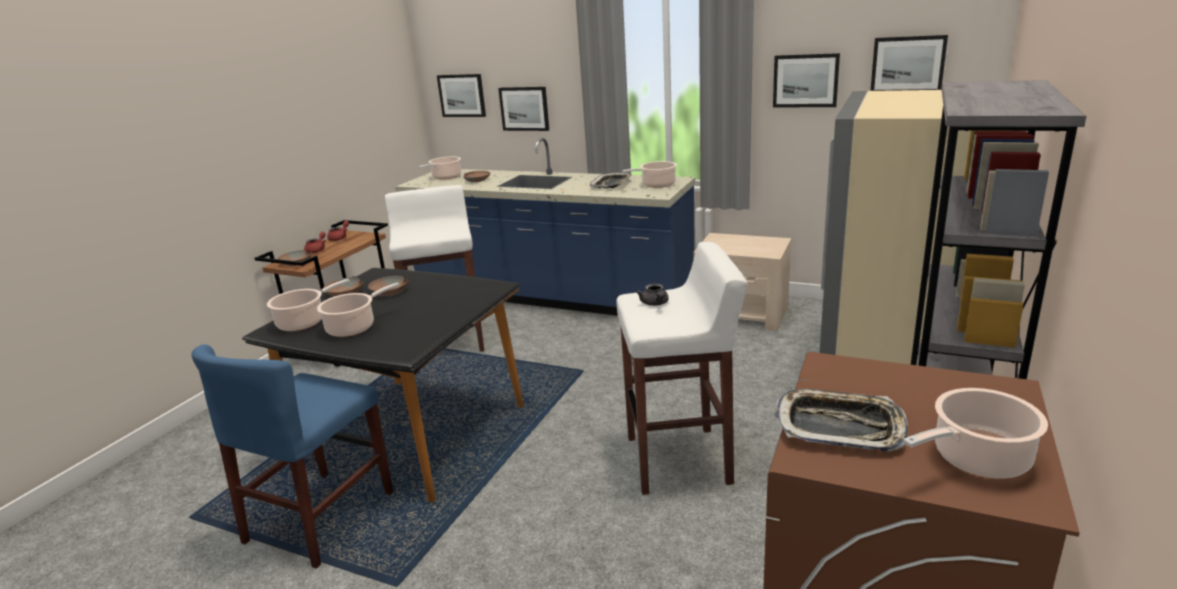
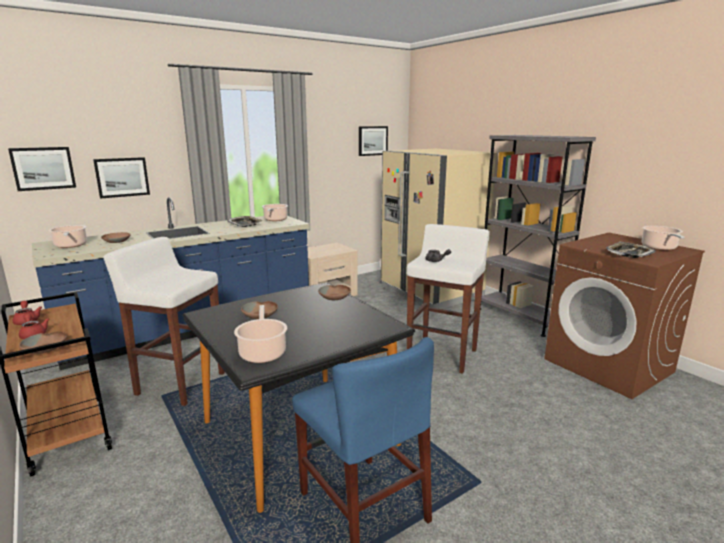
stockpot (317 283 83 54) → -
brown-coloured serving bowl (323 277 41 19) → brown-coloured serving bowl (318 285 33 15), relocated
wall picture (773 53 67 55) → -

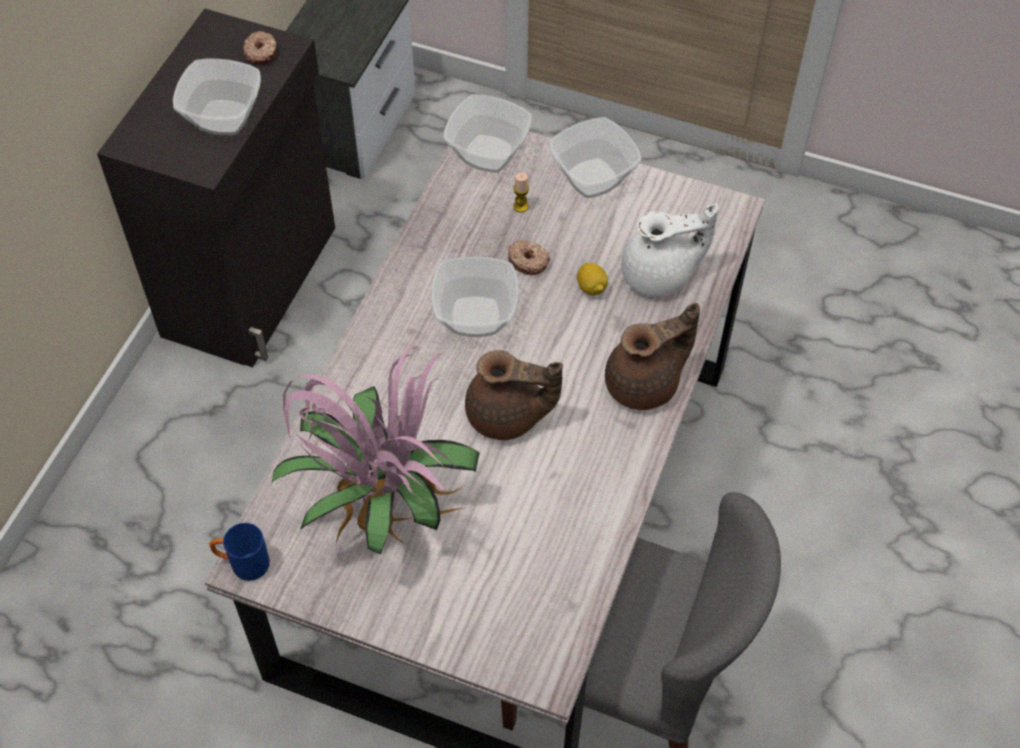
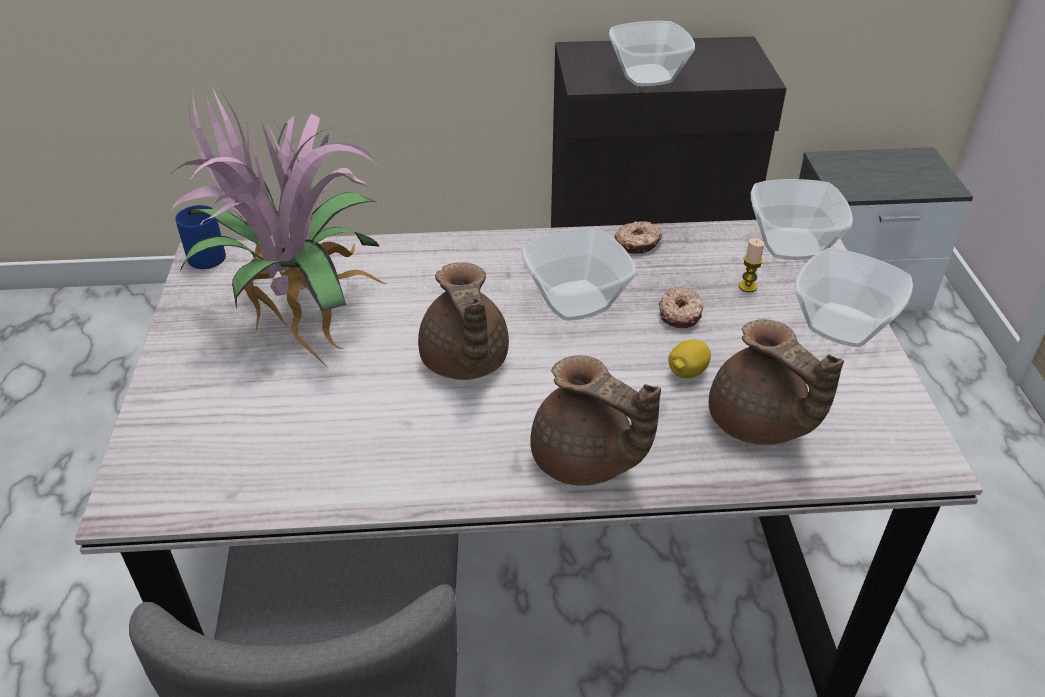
donut (243 31 34 34) → donut (615 221 48 33), relocated
white-coloured pot for tea (621 204 97 93) → brown-coloured pot for tea (709 320 135 125)

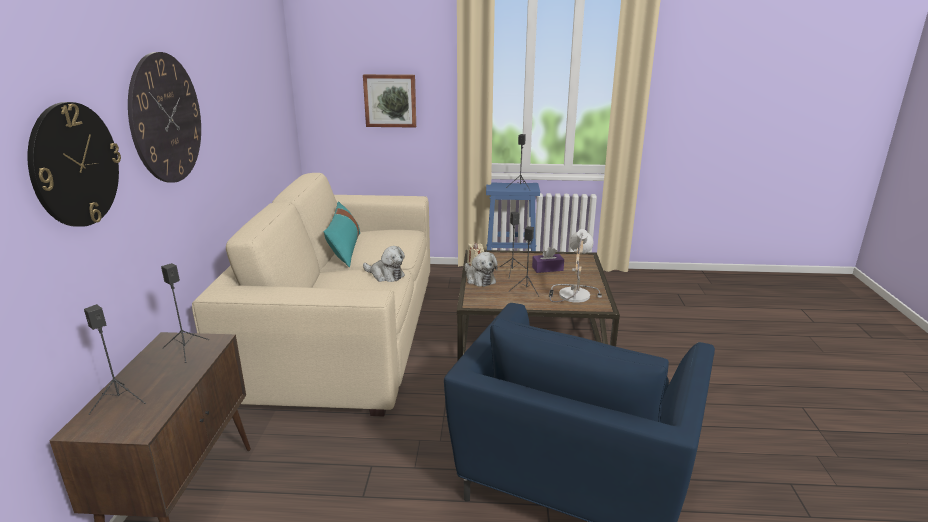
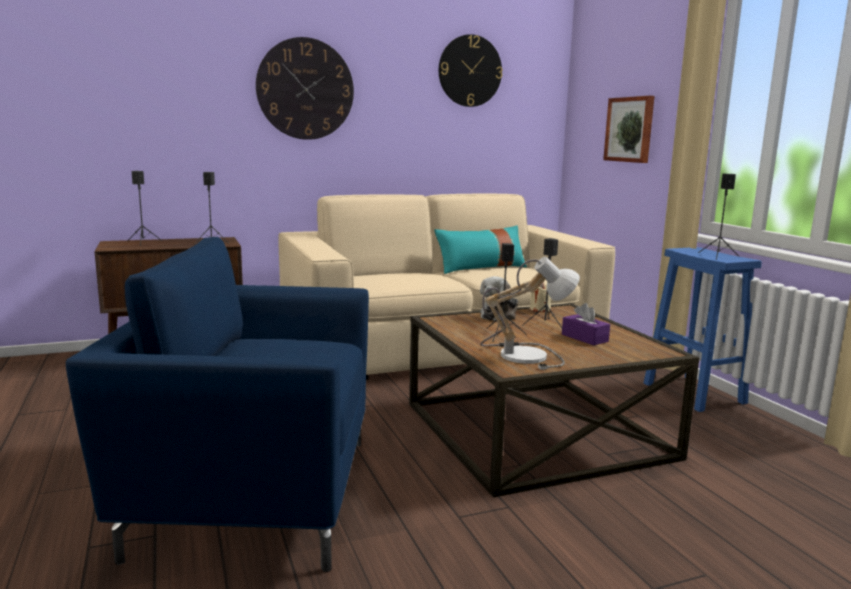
clock on the wall (27 102 94 125) → clock on the wall (439 34 64 73), relocated
soft toy (363 246 42 36) → -

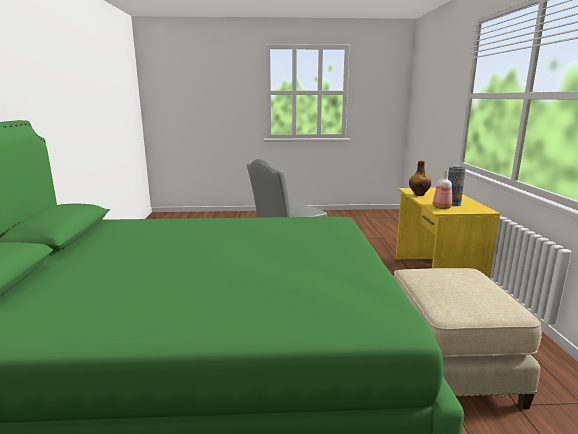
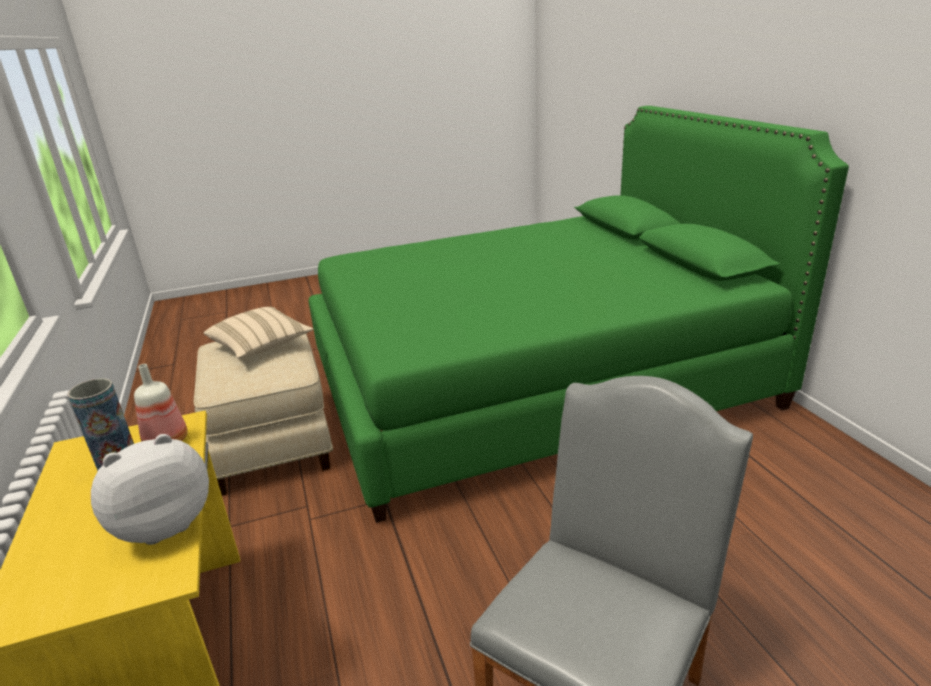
beverage bottle (409 161 22 35) → soft toy (91 434 118 111)
- → beige-coloured throw pillow (204 307 109 51)

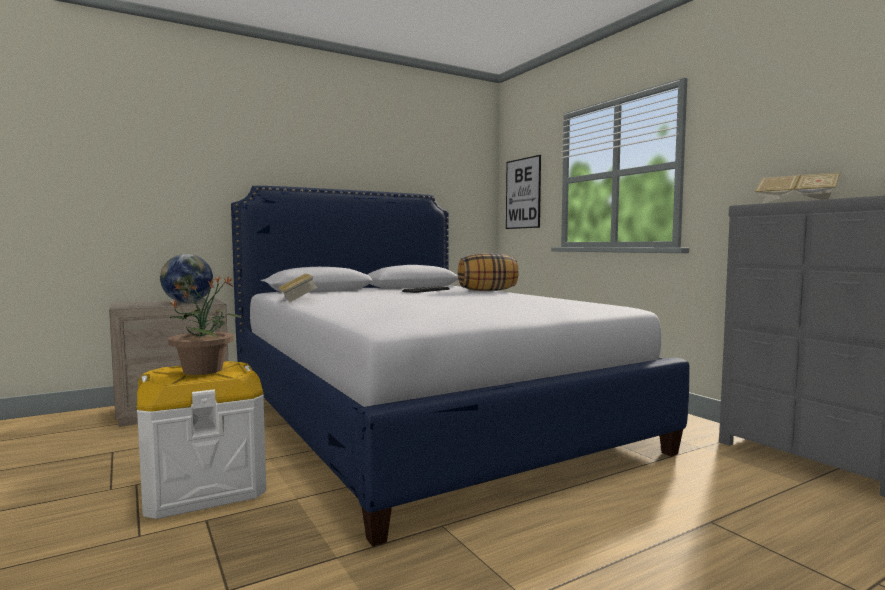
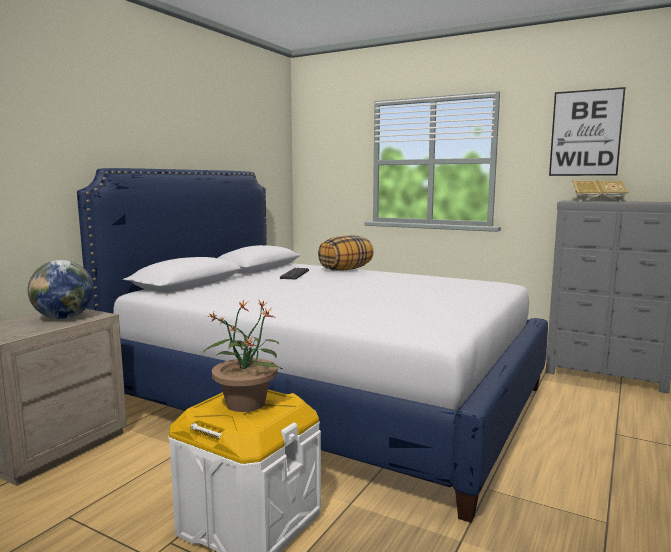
book (278 273 40 29) → -
wall picture (506 155 35 74) → wall picture (549 87 77 89), relocated

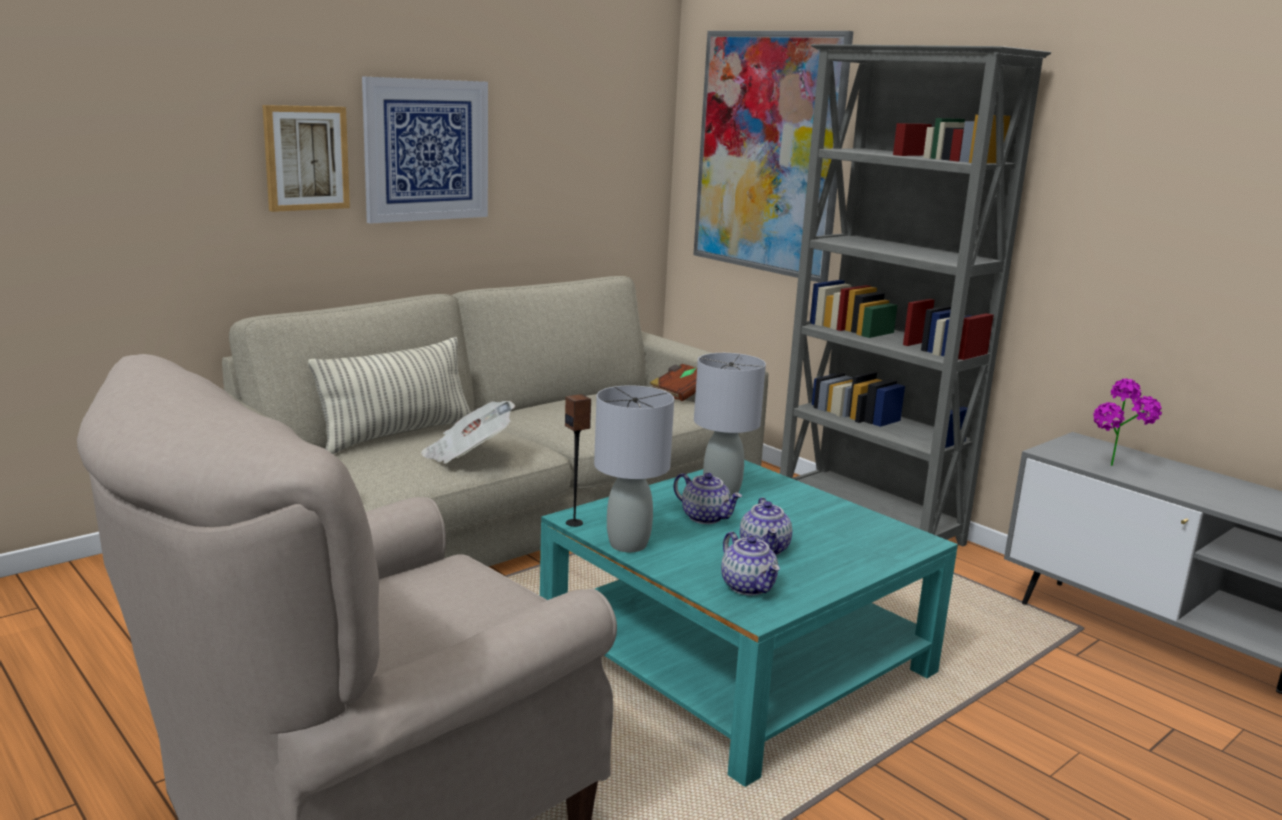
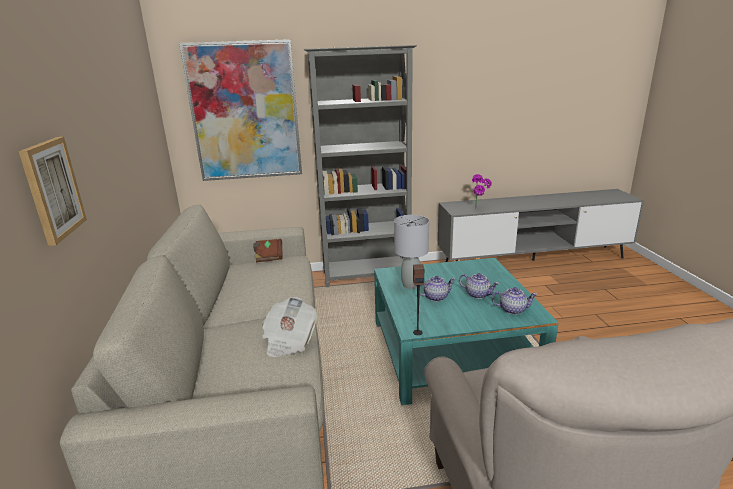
throw pillow (308 337 163 117) → -
wall picture (362 76 126 148) → -
greyish tabletop lamp (594 385 80 167) → -

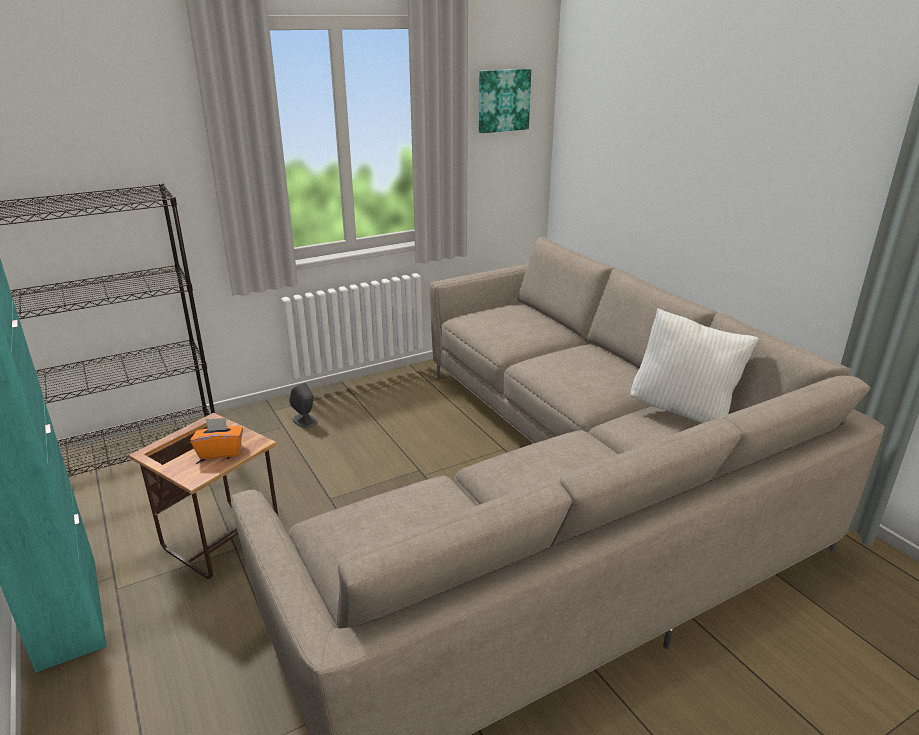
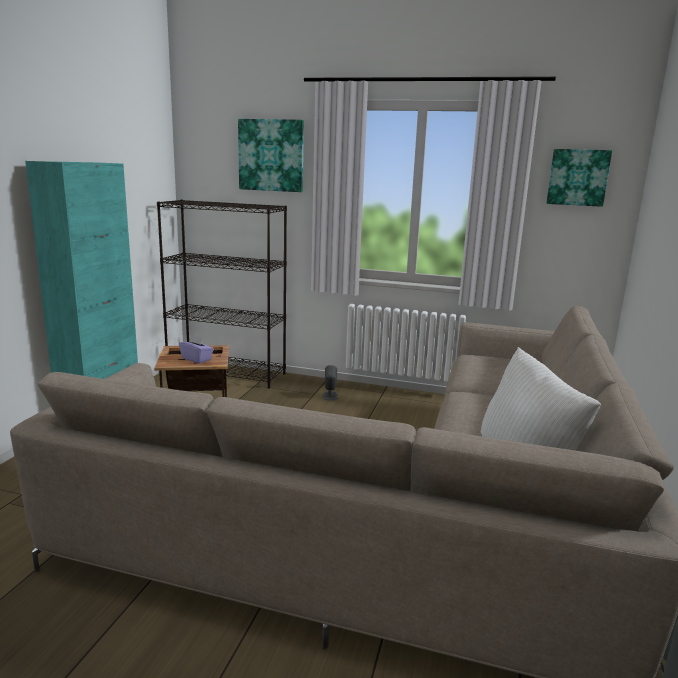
orange-coloured tissue box (190 418 53 41) → purple tissue box (179 335 35 29)
- → wall picture (238 119 66 73)

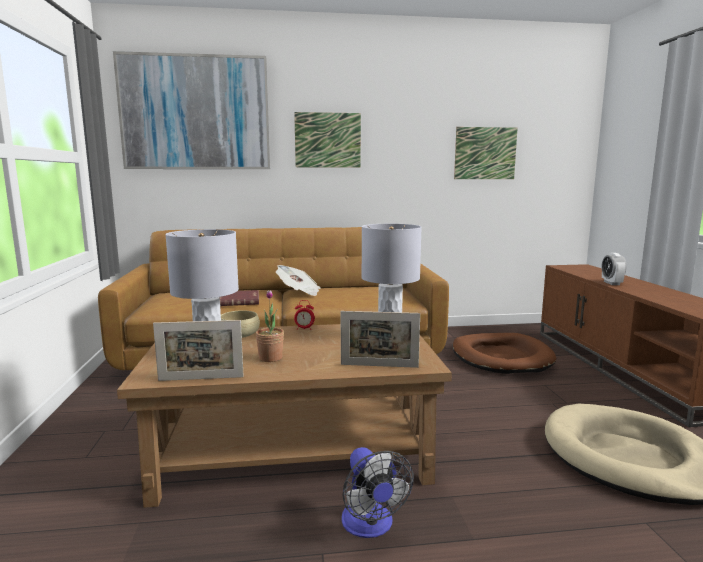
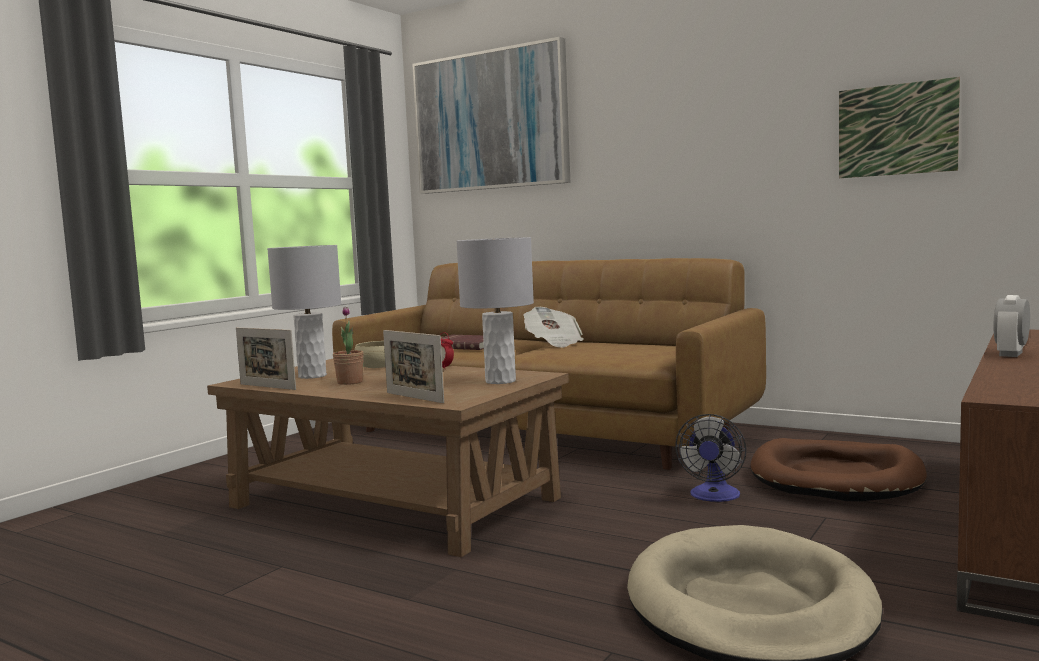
wall picture (294 112 67 56) → -
cooling fan (341 447 73 91) → cooling fan (675 414 72 88), relocated

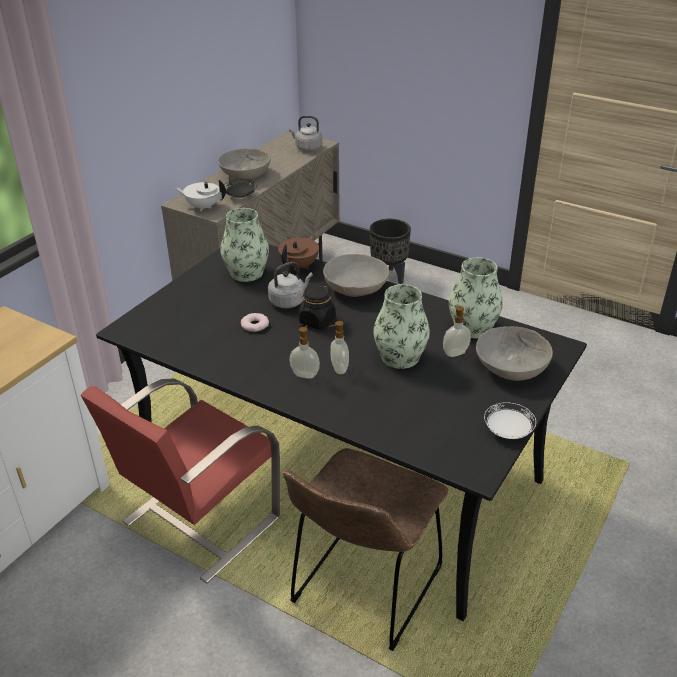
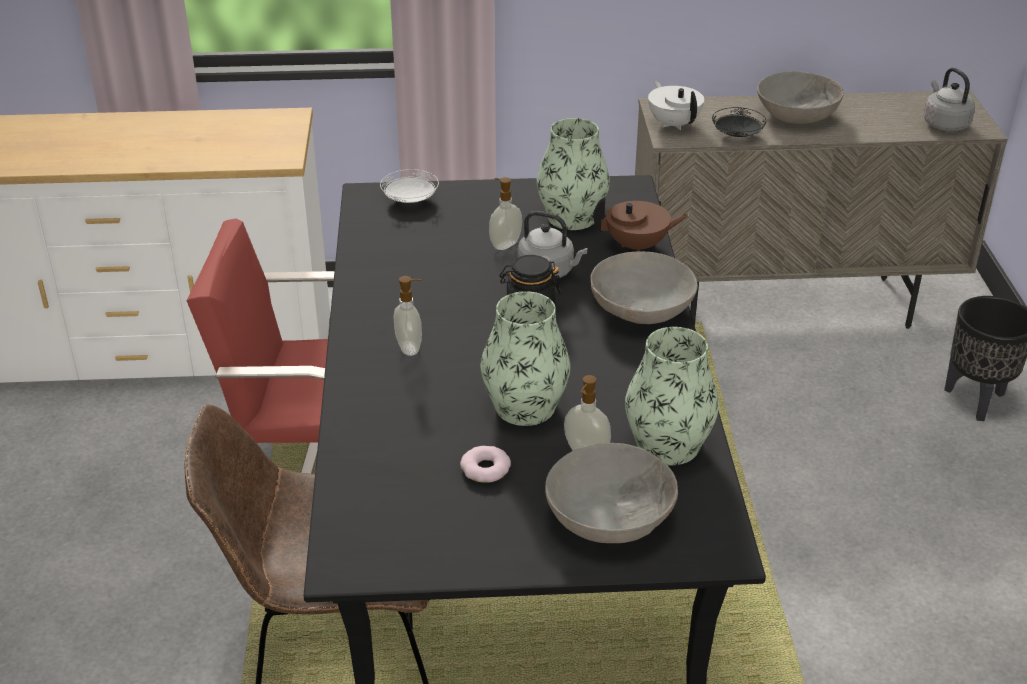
donut (241 313 28 19) → donut (460 446 51 37), relocated
soap dispenser (329 321 20 53) → soap dispenser (489 177 33 73), relocated
white-coloured dinner plate (484 403 52 36) → white-coloured dinner plate (380 169 59 34), relocated

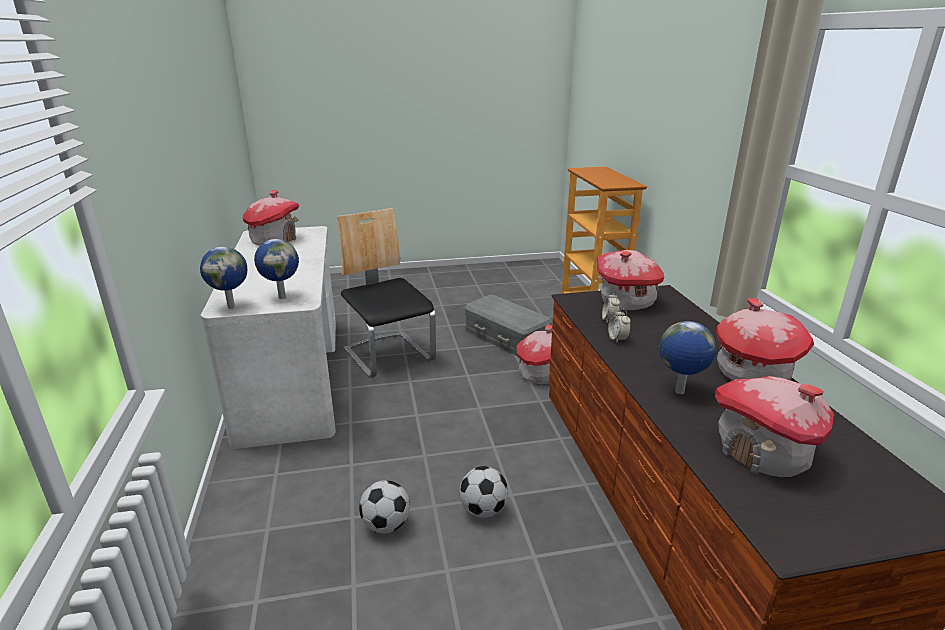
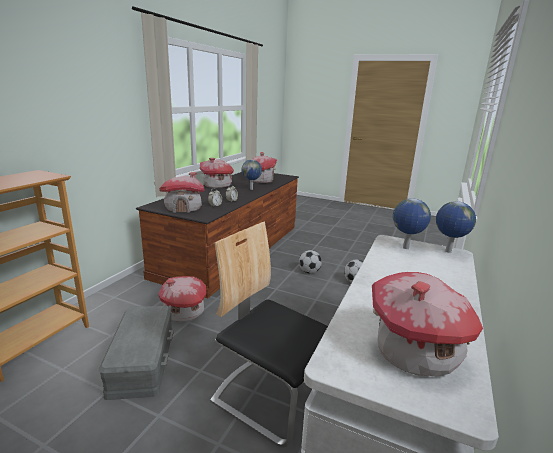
chair (337 208 99 170) → chair (210 222 118 225), 120 degrees clockwise

